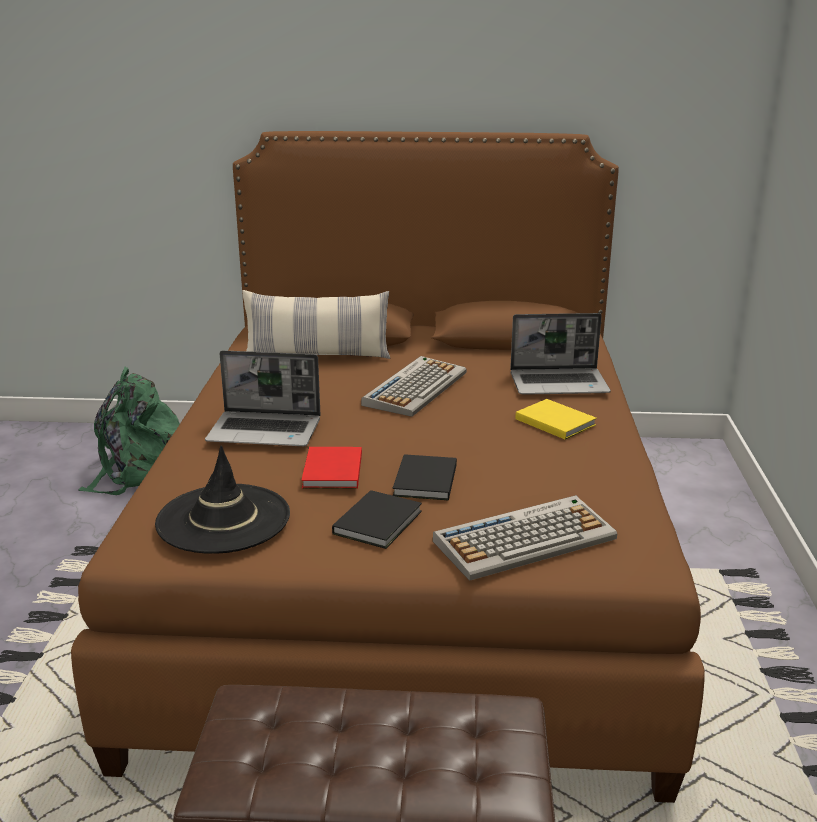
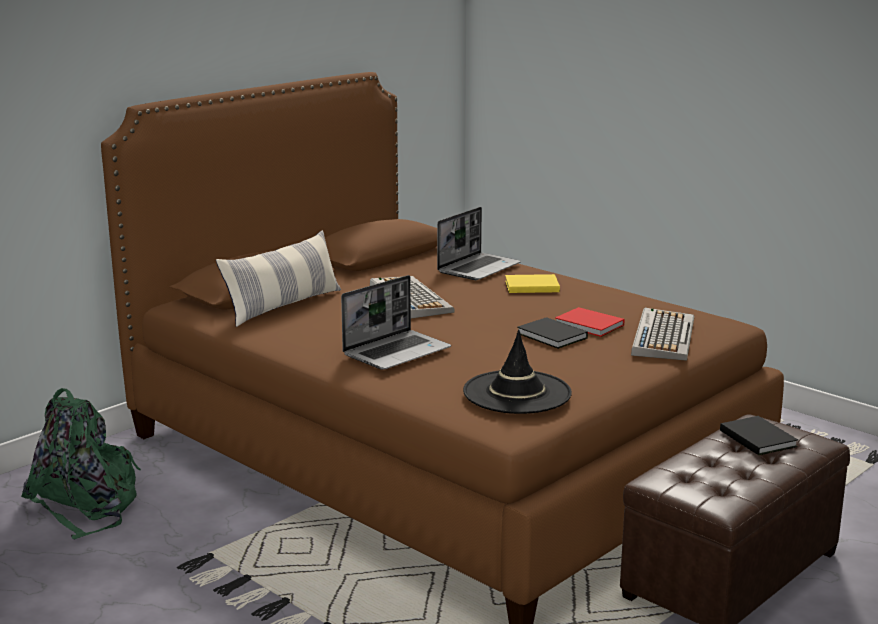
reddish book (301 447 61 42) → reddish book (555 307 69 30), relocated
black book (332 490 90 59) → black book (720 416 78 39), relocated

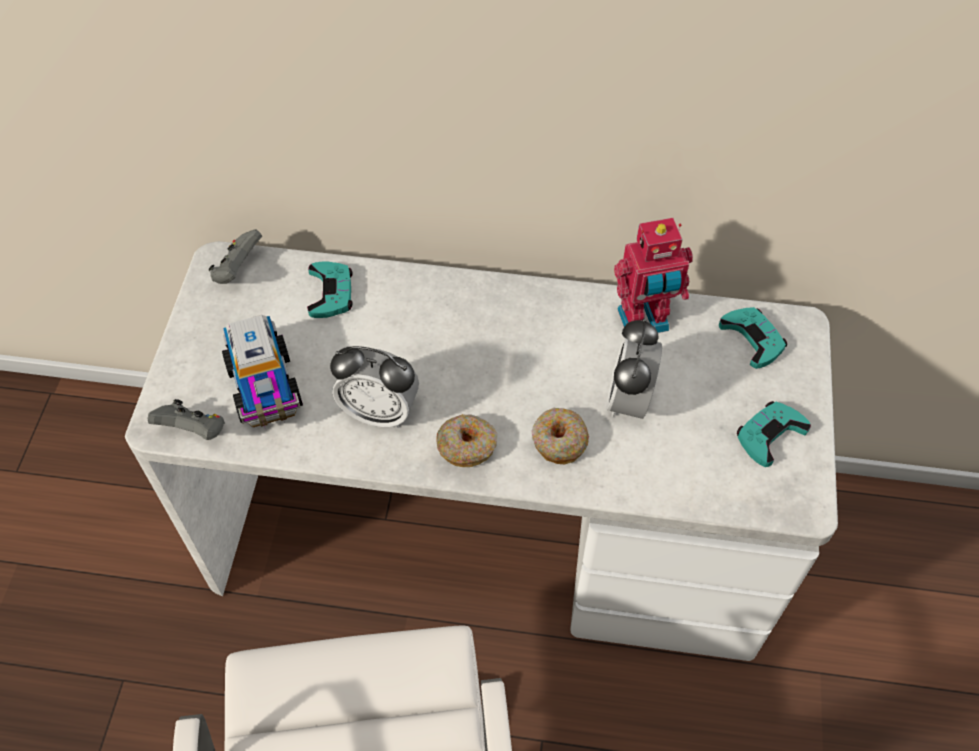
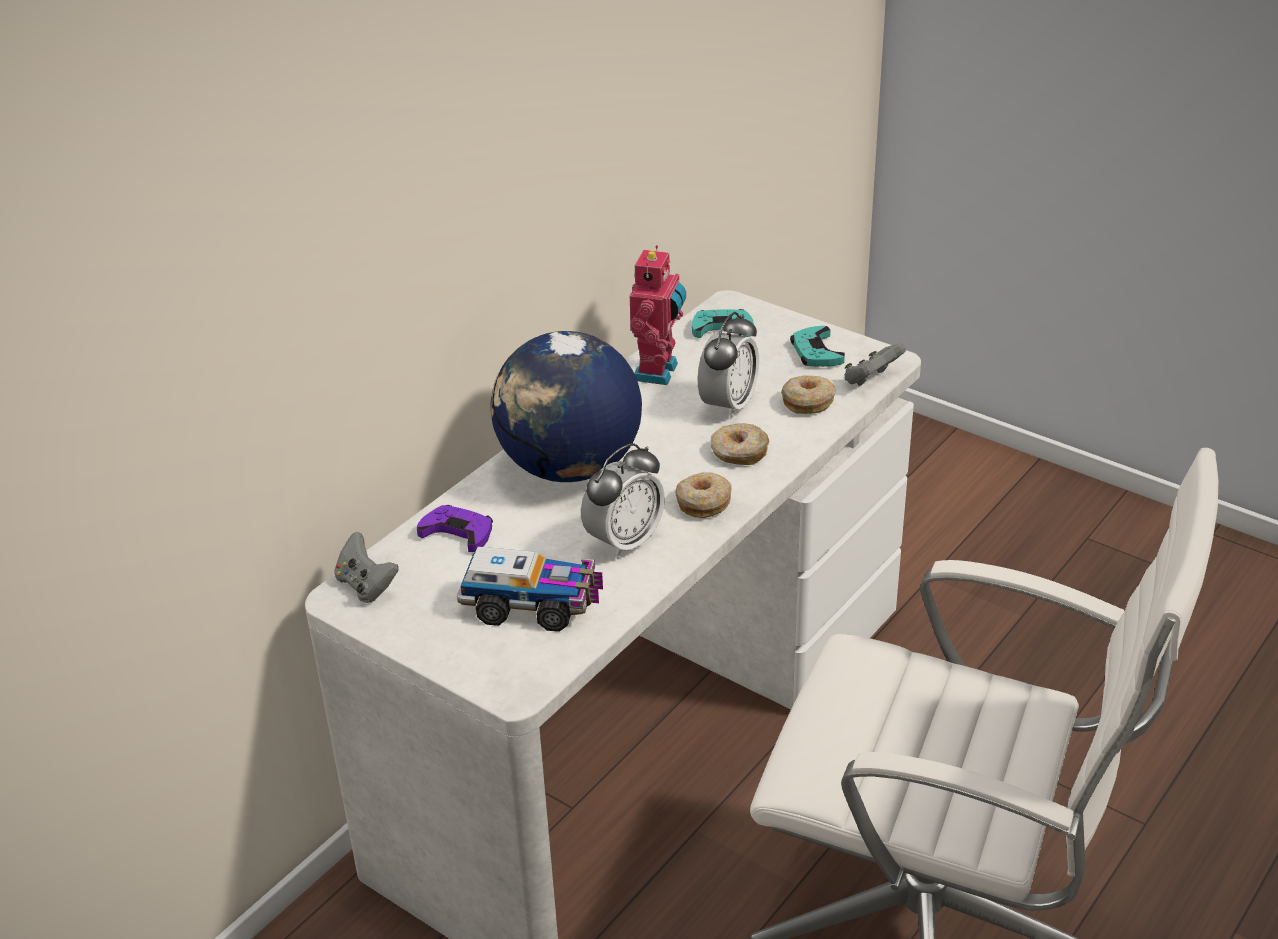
greyish game controller (148 399 77 41) → greyish game controller (845 343 61 42), relocated
turquoise game controller (307 262 46 56) → purple game controller (417 505 76 47)
alarm clock (606 318 56 101) → alarm clock (698 312 61 107), 105 degrees counterclockwise
- → globe (490 331 152 151)
- → donut (781 375 55 39)

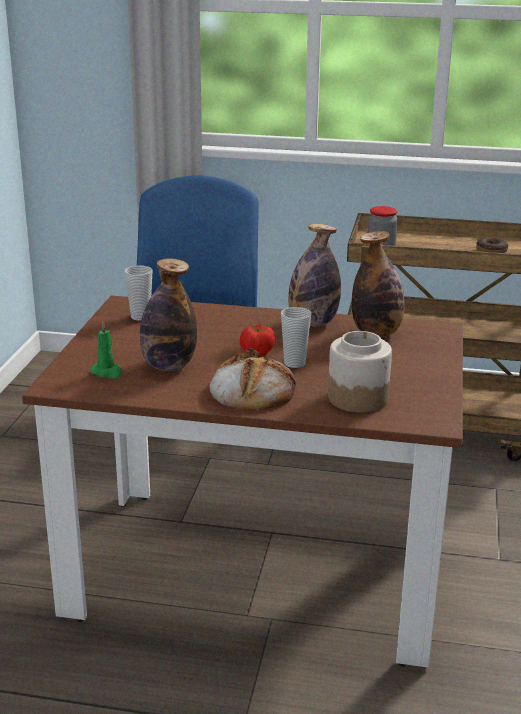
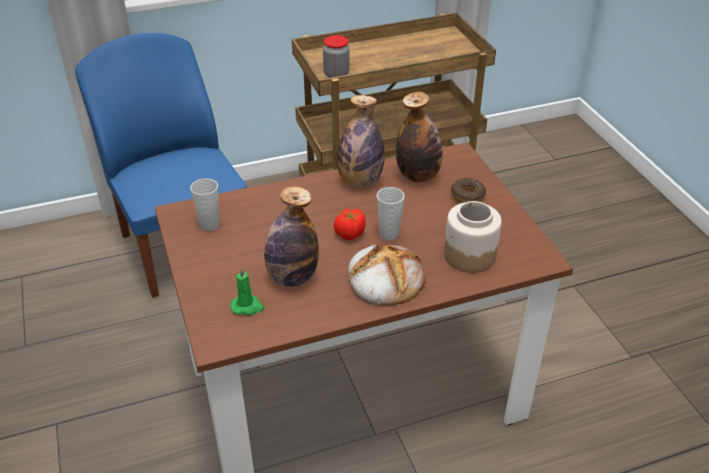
donut (476 237 33 16) → donut (451 178 35 25), relocated

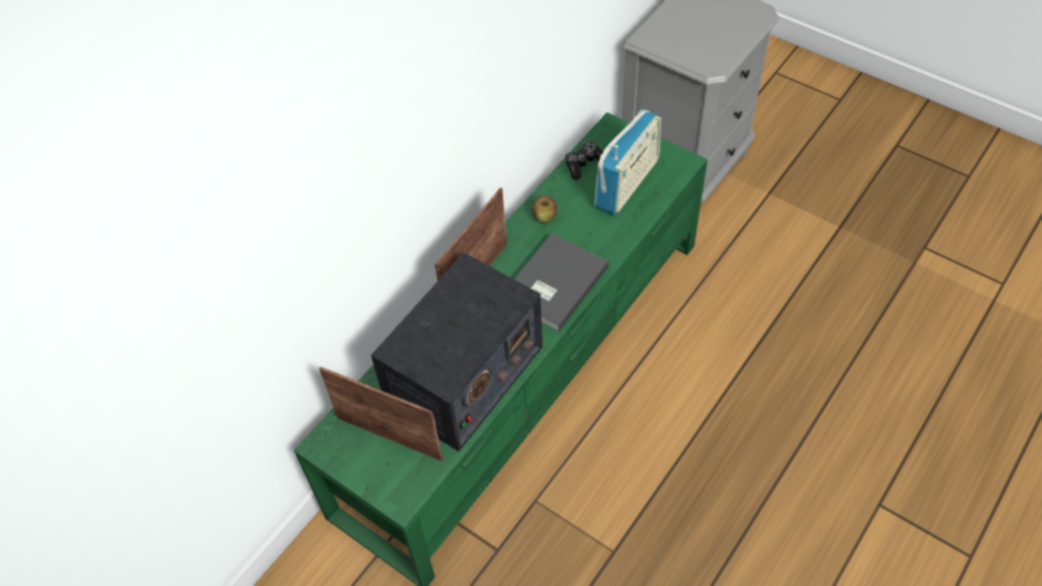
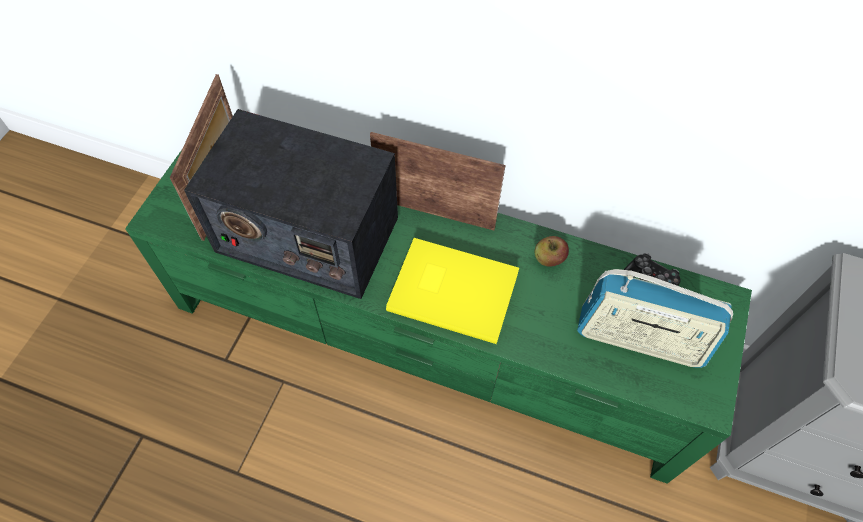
greyish book (514 233 95 98) → yellowish book (386 238 133 106)

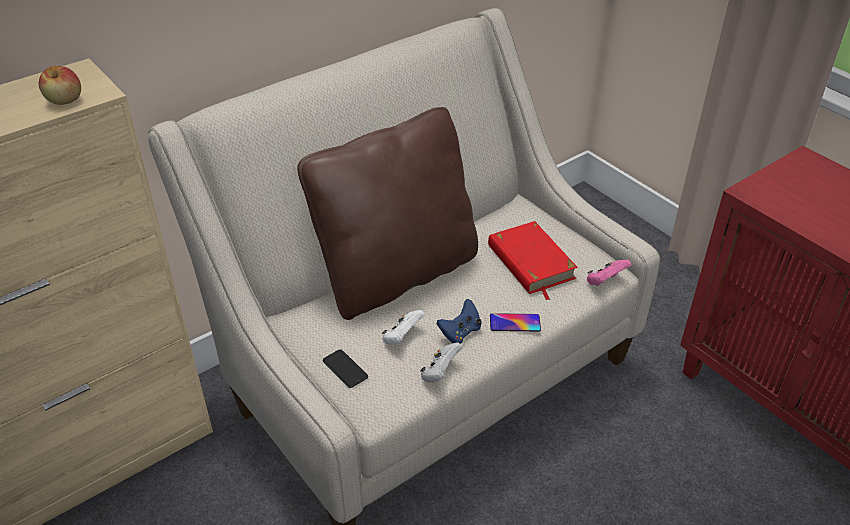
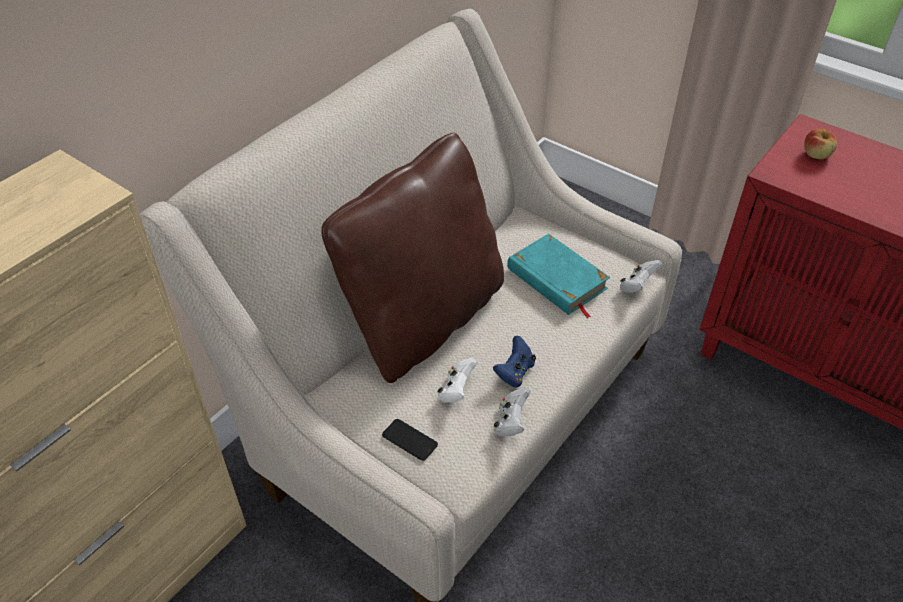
apple (39 66 42 39) → apple (804 128 33 31), relocated
reddish book (488 221 90 80) → turquoise book (507 234 103 84)
phone (490 313 51 18) → -
pinkish game controller (587 260 44 26) → white-coloured game controller (620 260 42 33)

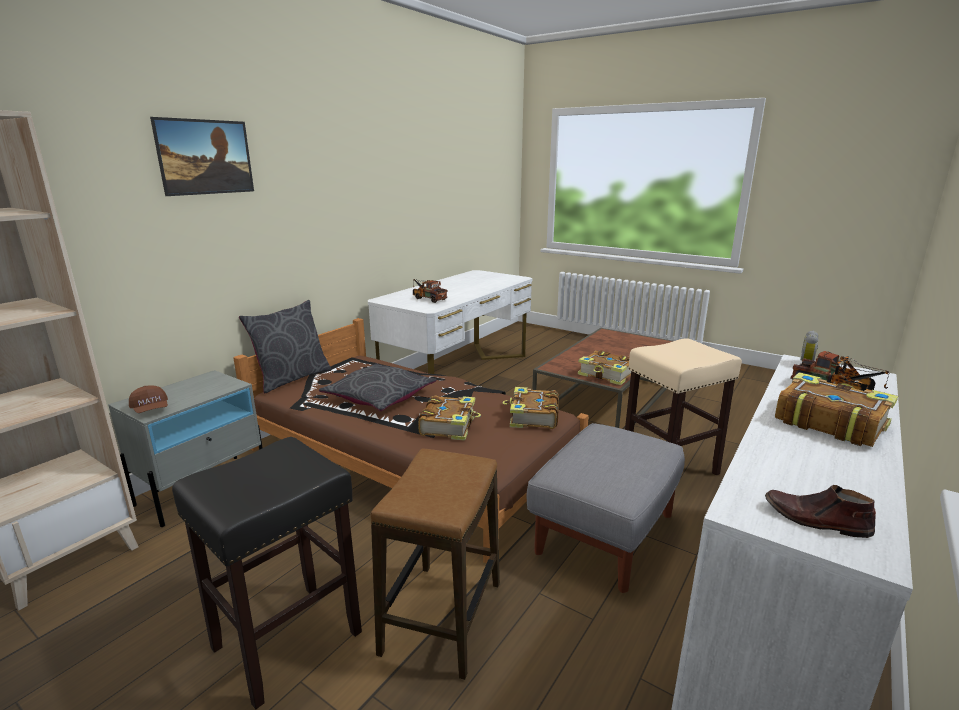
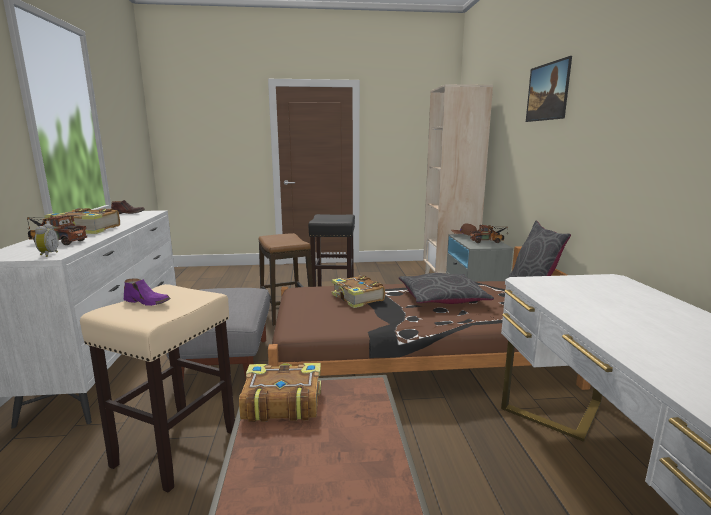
toy lorry (413 279 34 24) → toy lorry (470 225 38 18), relocated
book (503 387 56 42) → -
- → purple item of footwear (124 278 46 28)

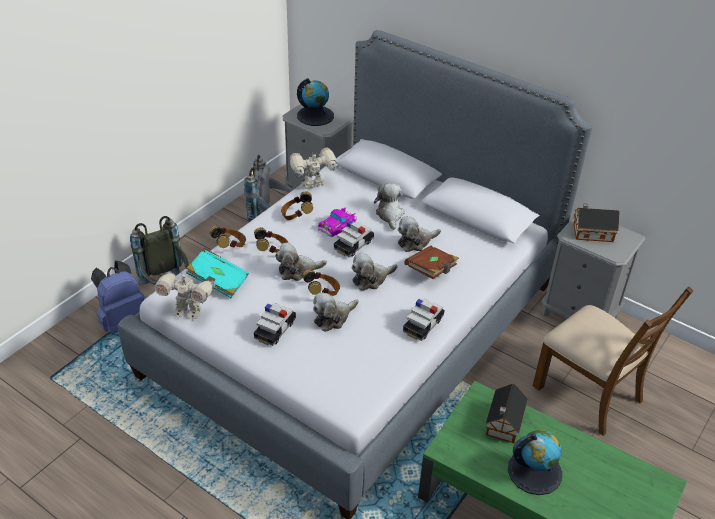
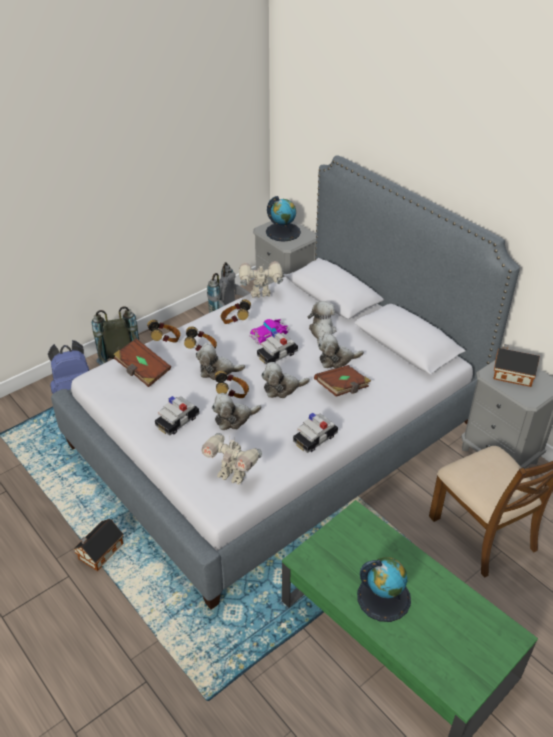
toy robot (155 271 60 48) → toy robot (202 433 60 52), relocated
turquoise book (186 248 63 50) → brown-coloured book (114 338 57 49)
model house (485 384 43 59) → model house (73 519 51 52), relocated

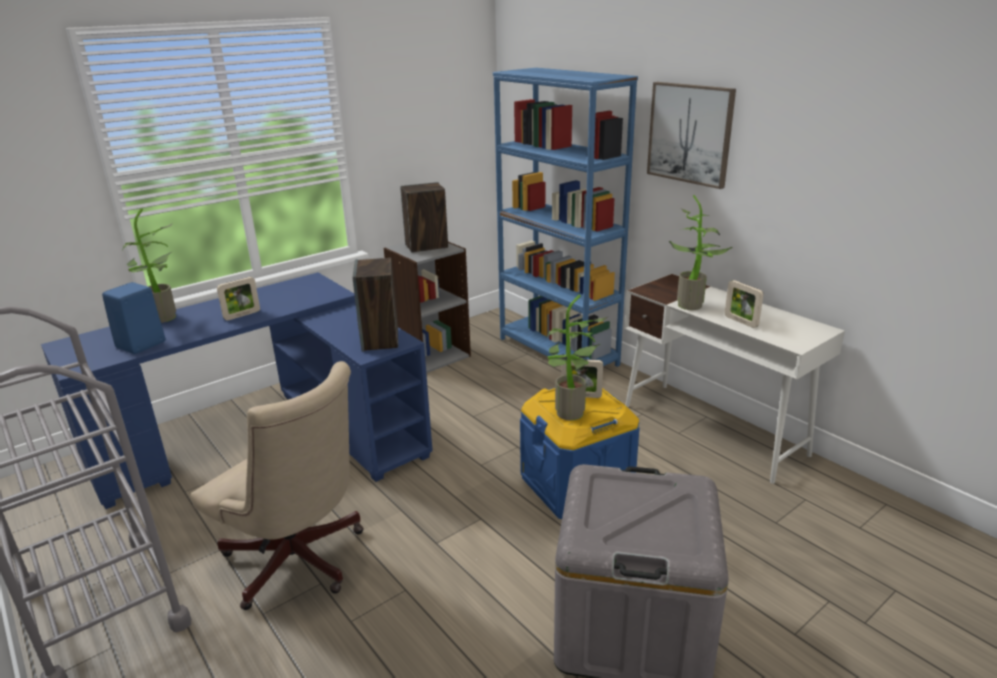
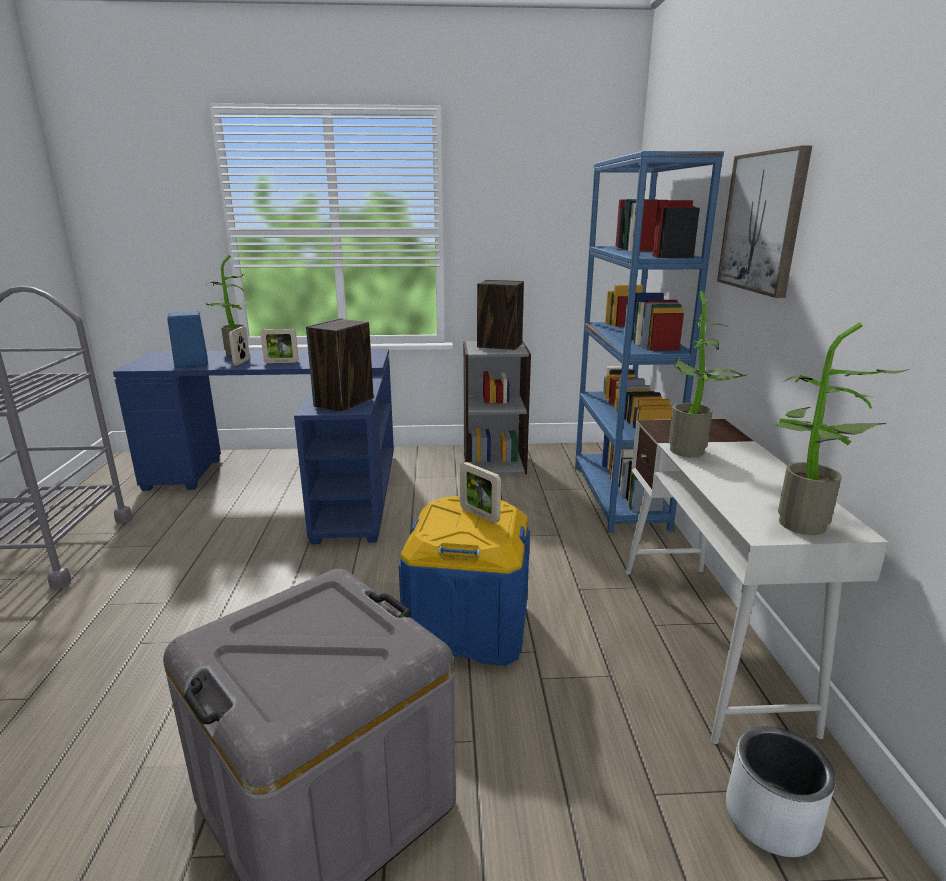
beige-coloured computer chair (190 361 174 249) → -
plant in a pot (547 295 61 126) → plant in a pot (775 322 135 213), relocated
standing frame (725 280 39 48) → standing frame (229 326 21 40), relocated
- → greyish plant pot (726 726 110 131)

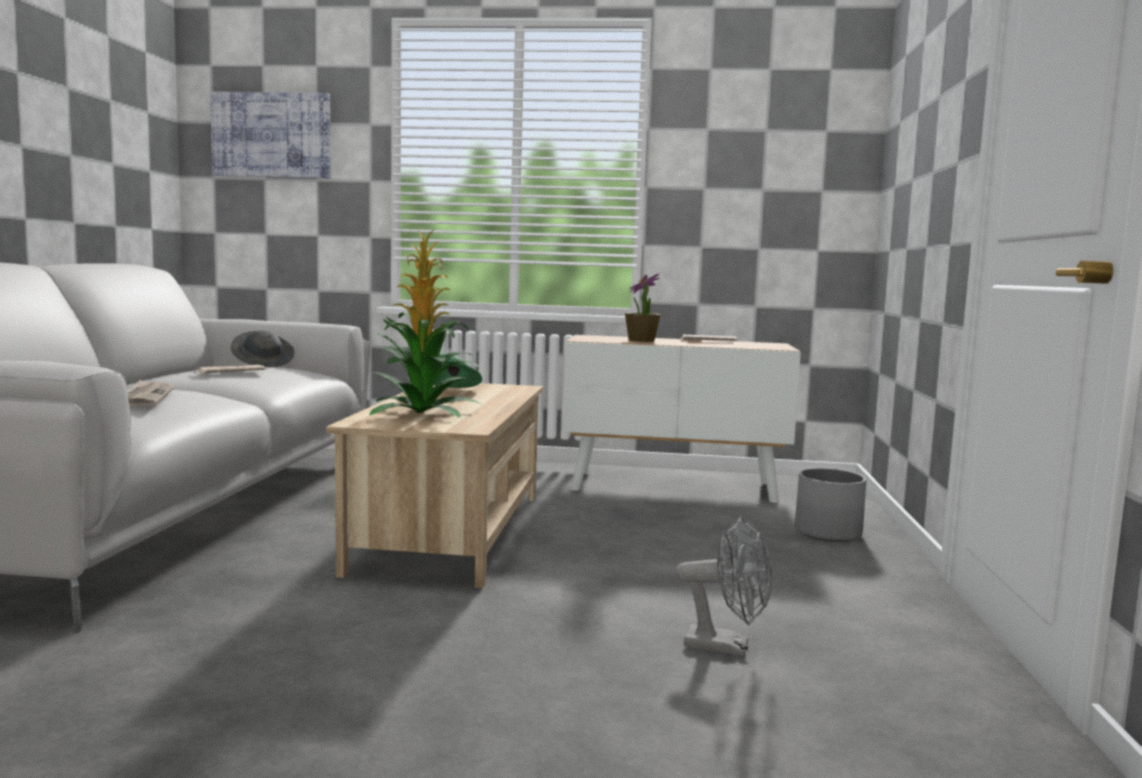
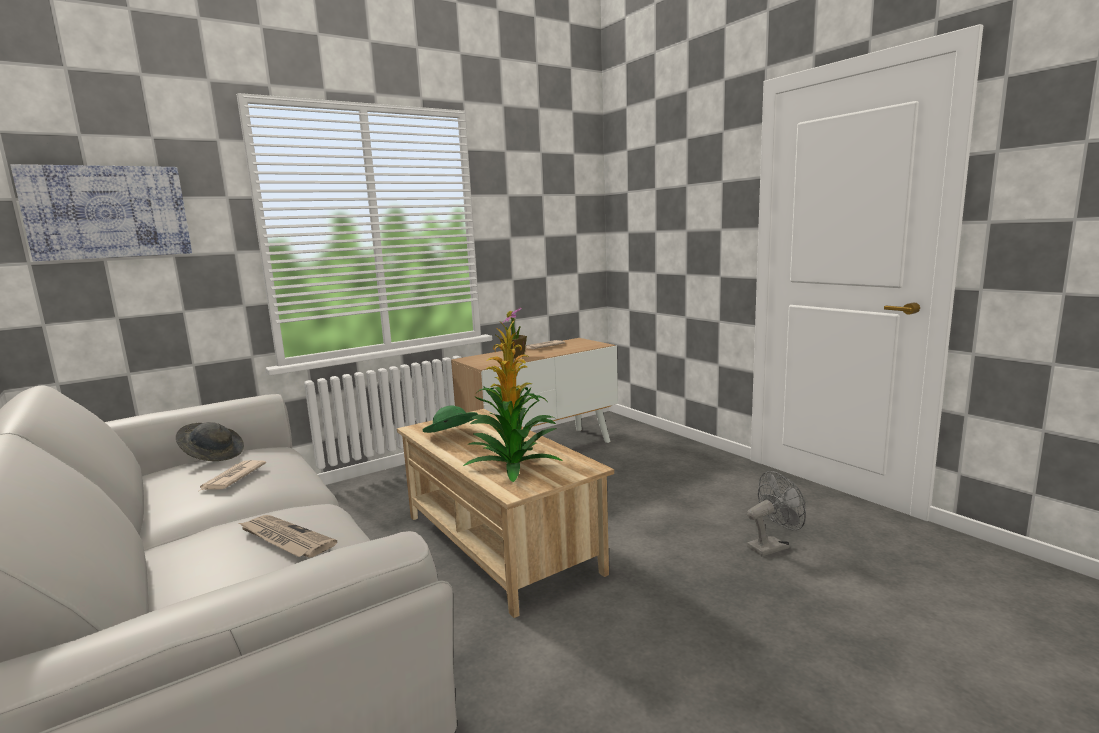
greyish plant pot (795 468 72 74) → -

